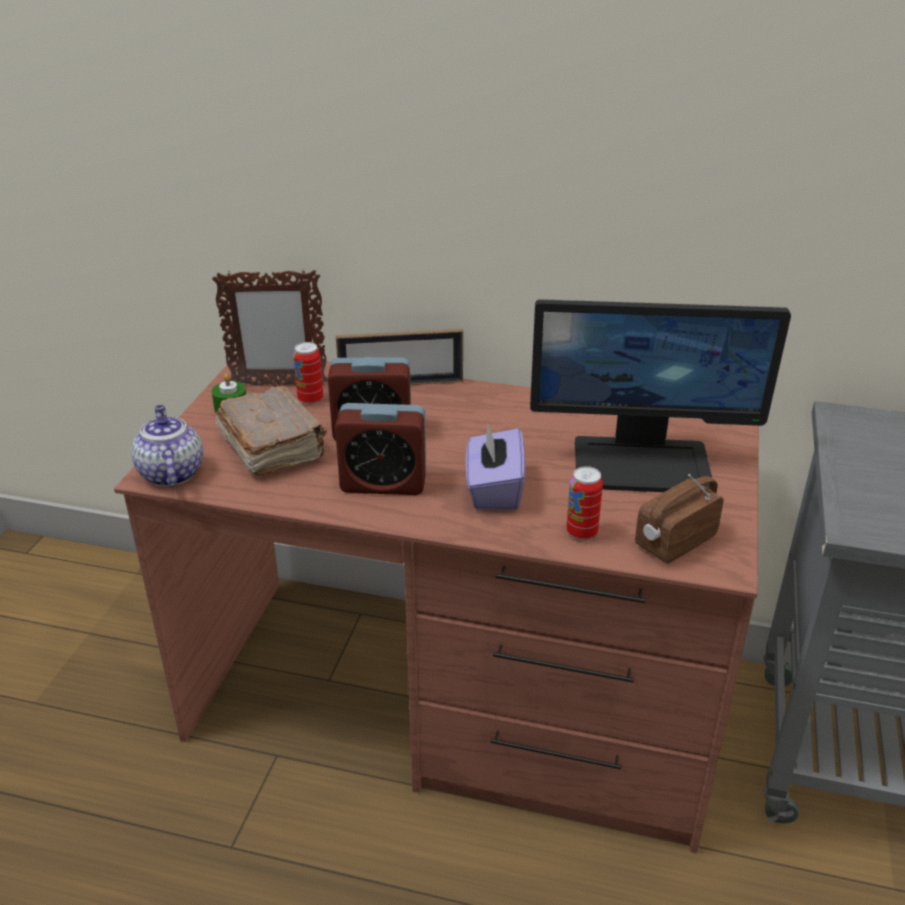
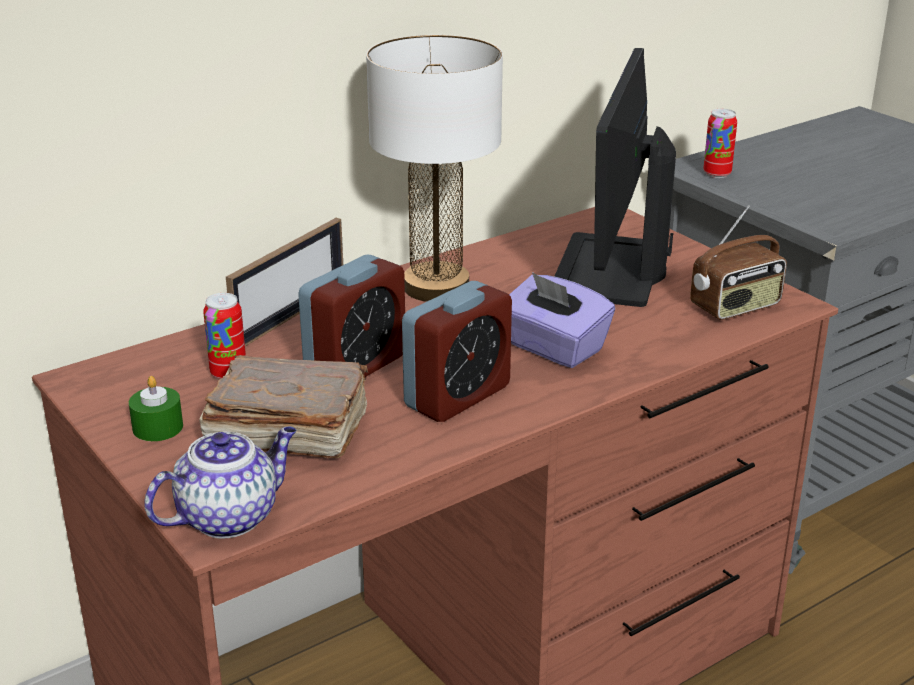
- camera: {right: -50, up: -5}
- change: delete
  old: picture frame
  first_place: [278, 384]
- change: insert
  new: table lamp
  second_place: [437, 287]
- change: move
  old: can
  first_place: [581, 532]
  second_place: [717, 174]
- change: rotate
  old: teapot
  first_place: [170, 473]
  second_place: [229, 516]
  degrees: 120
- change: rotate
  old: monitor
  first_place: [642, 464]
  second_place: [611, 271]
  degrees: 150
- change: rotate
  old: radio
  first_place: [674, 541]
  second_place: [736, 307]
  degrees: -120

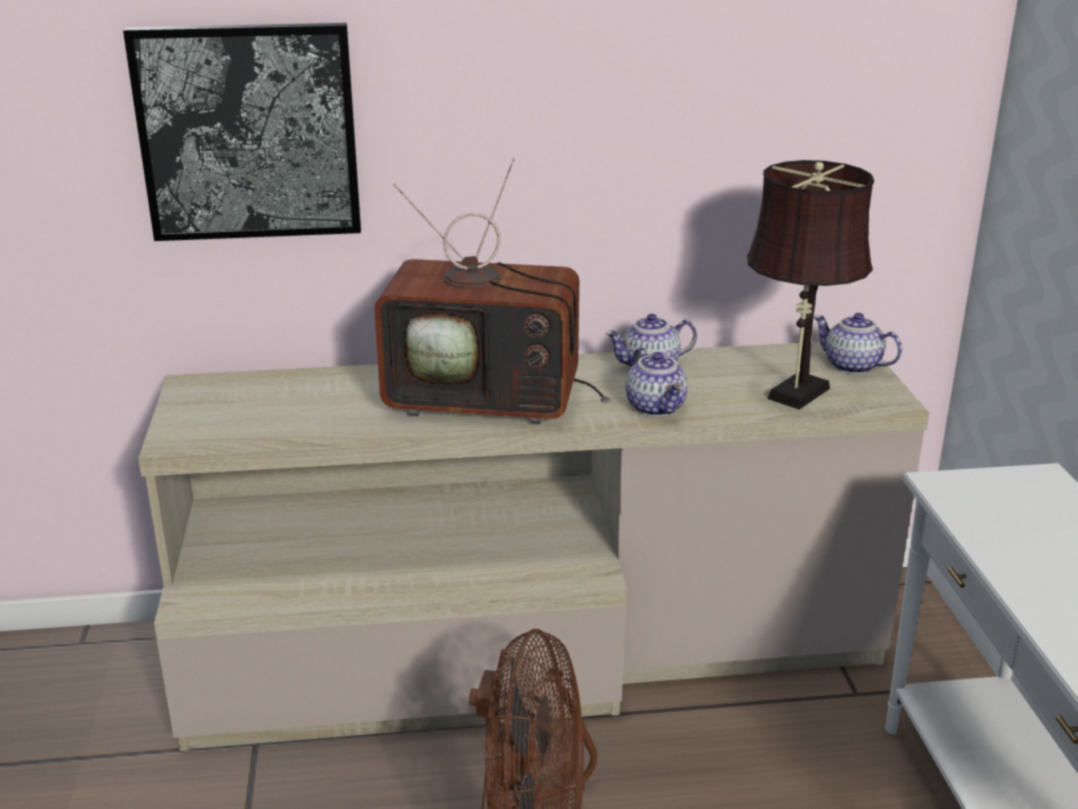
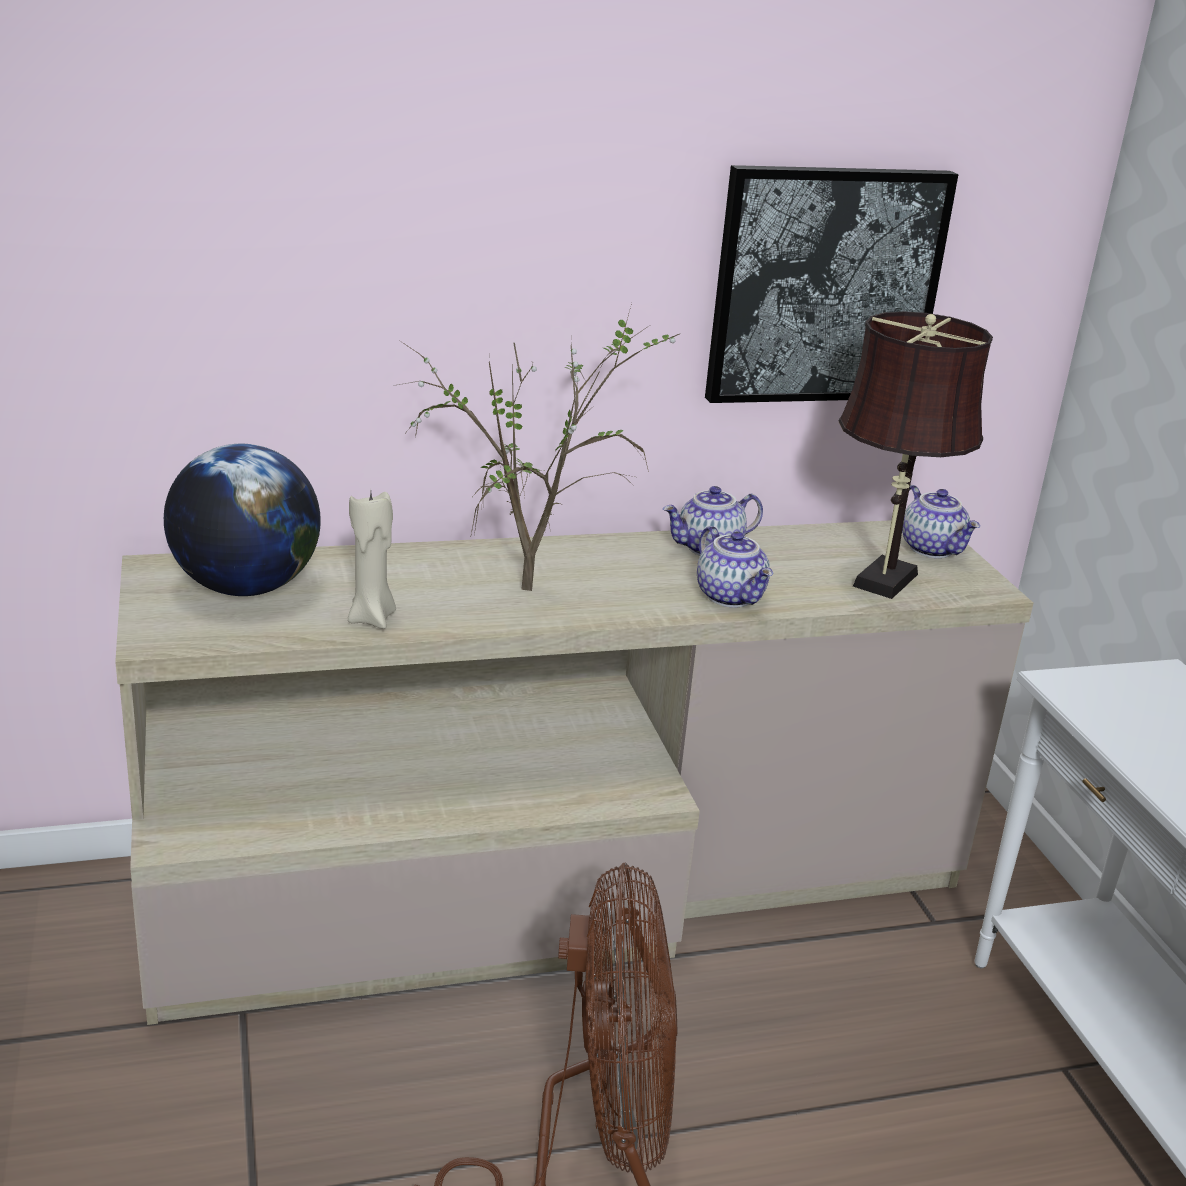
- camera: {right: -10, up: 0}
- change: insert
  new: globe
  second_place: [246, 588]
- change: insert
  new: beige candle
  second_place: [372, 618]
- change: move
  old: picture
  first_place: [248, 132]
  second_place: [825, 285]
- change: replace
  old: television
  new: potted plant
  first_place: [490, 398]
  second_place: [533, 585]
- change: rotate
  old: teapot
  first_place: [851, 366]
  second_place: [933, 549]
  degrees: -150

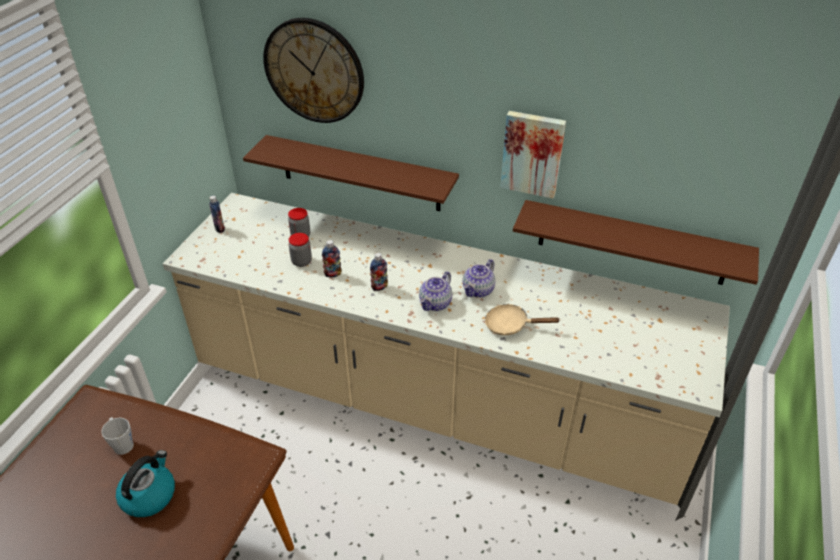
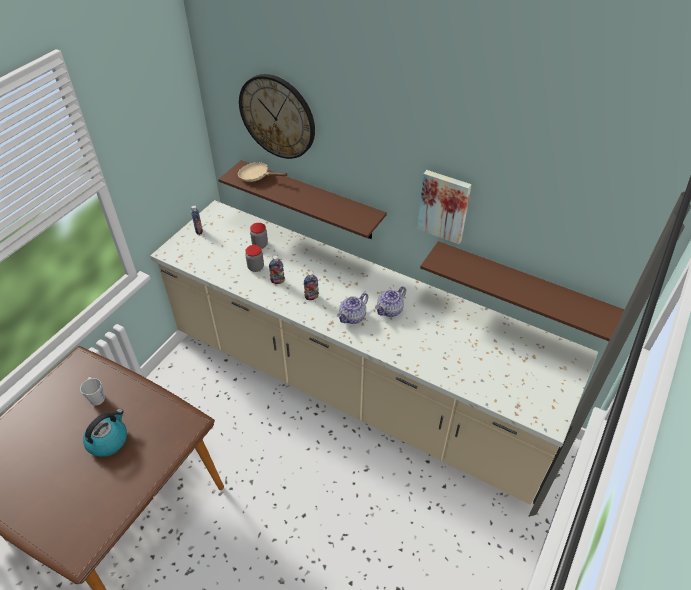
- camera: {right: 10, up: 5}
- change: move
  old: beige frying pan
  first_place: [511, 325]
  second_place: [257, 177]

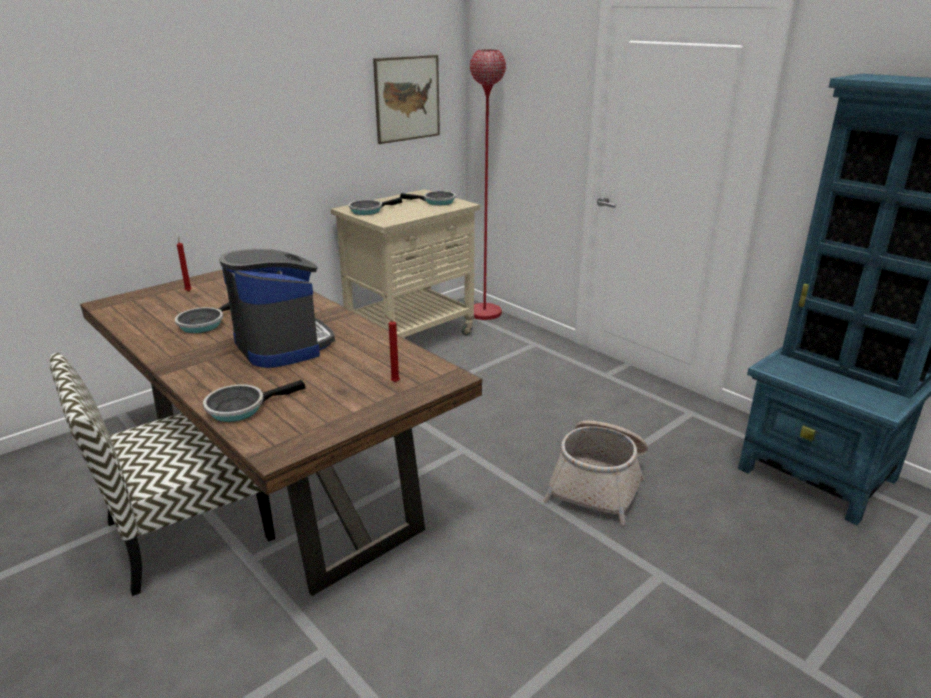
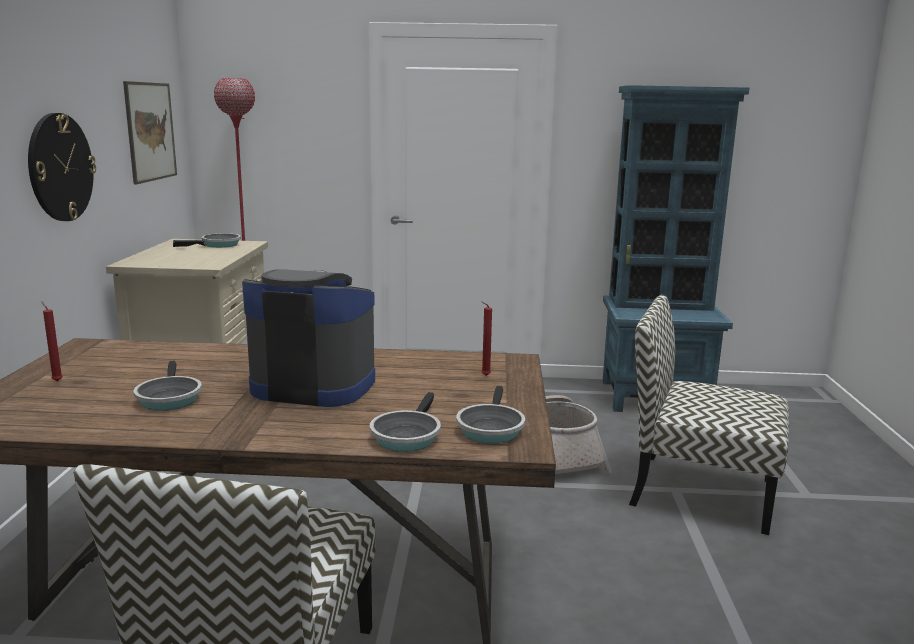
- camera: {right: -45, up: -10}
- change: insert
  new: wall clock
  second_place: [60, 167]
- change: insert
  new: chair
  second_place: [699, 491]
- change: move
  old: frying pan
  first_place: [368, 210]
  second_place: [490, 428]

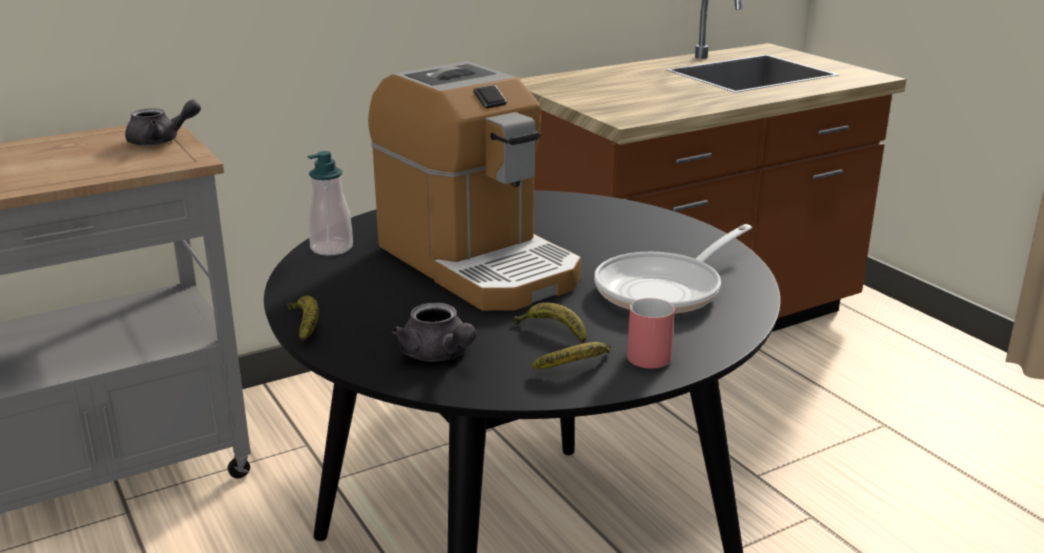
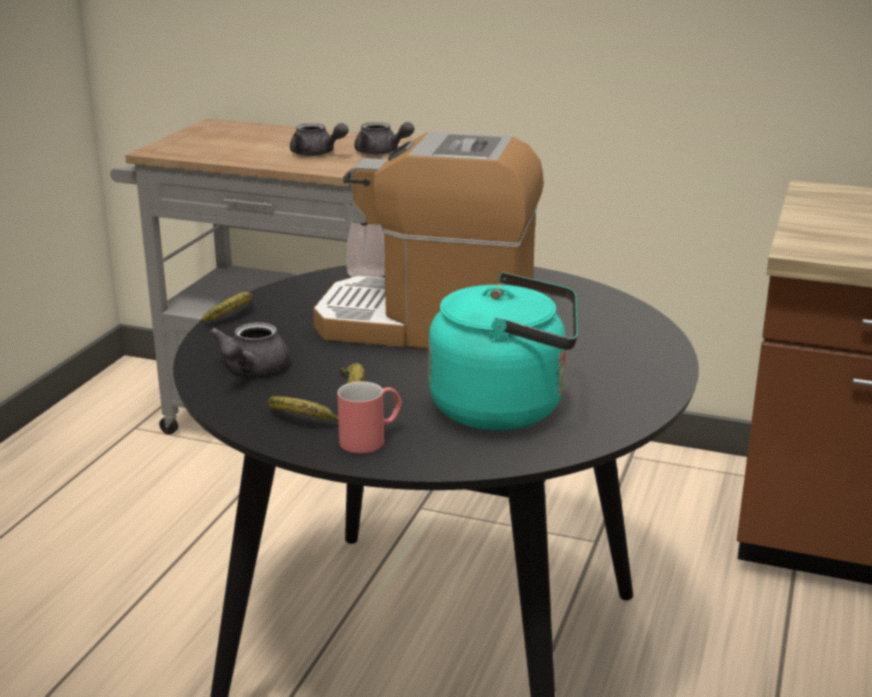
- camera: {right: 50, up: 0}
- change: insert
  new: grey teapot
  second_place: [317, 154]
- change: replace
  old: frying pan
  new: turquoise kettle
  first_place: [665, 290]
  second_place: [506, 408]
- change: rotate
  old: coffee machine
  first_place: [477, 263]
  second_place: [428, 324]
  degrees: 90

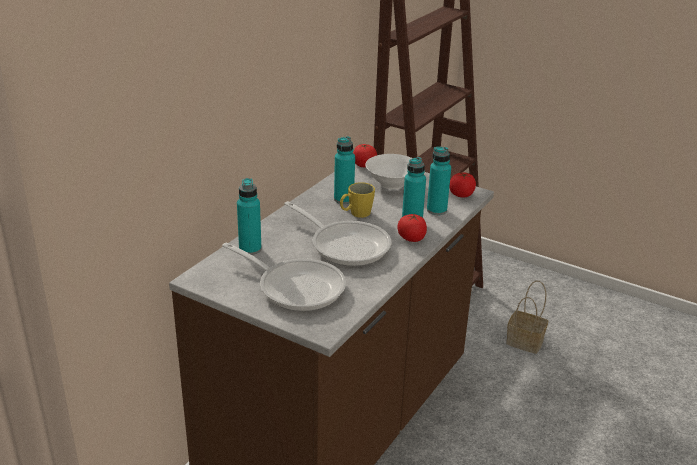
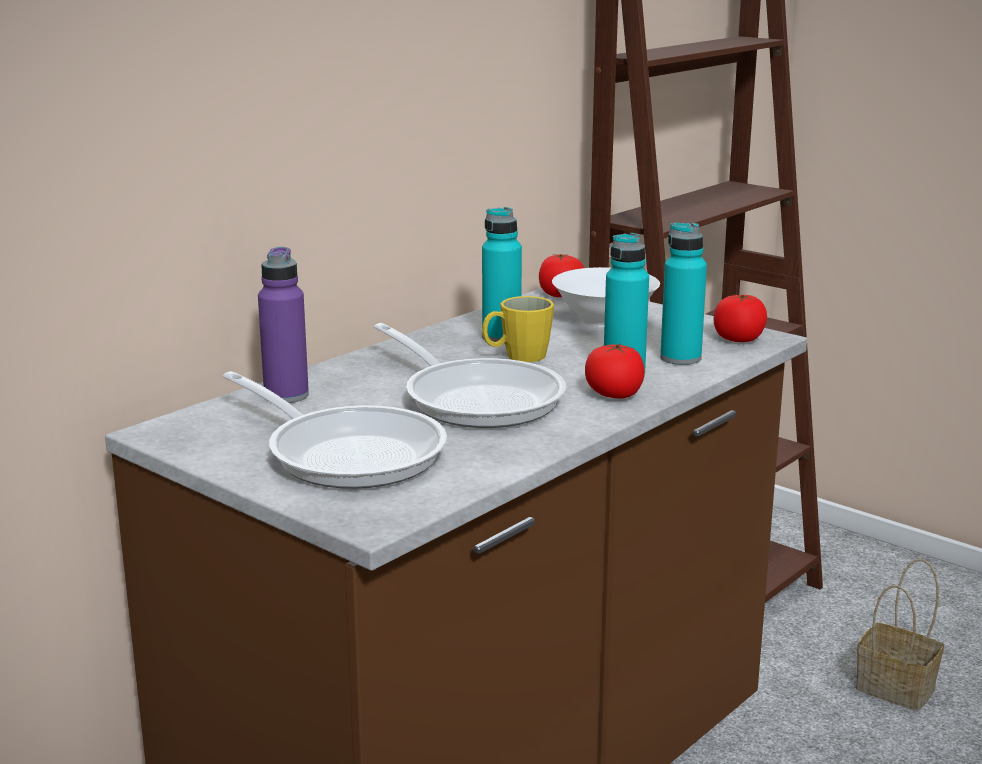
- camera: {right: 10, up: -10}
- change: recolor
  old: turquoise bottle
  new: purple bottle
  first_place: [250, 249]
  second_place: [286, 395]

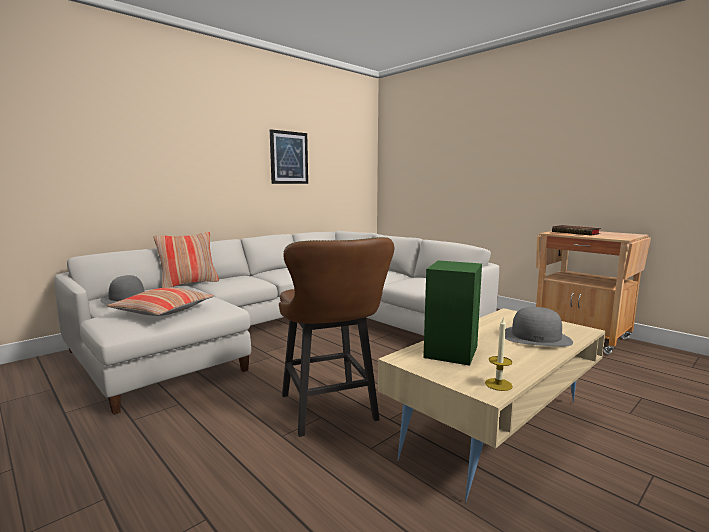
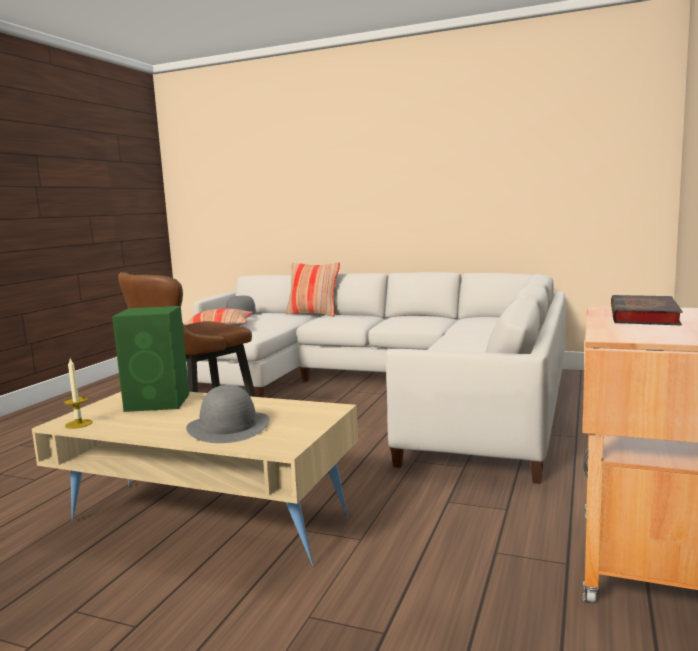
- camera: {right: 65, up: 0}
- change: delete
  old: picture
  first_place: [289, 157]

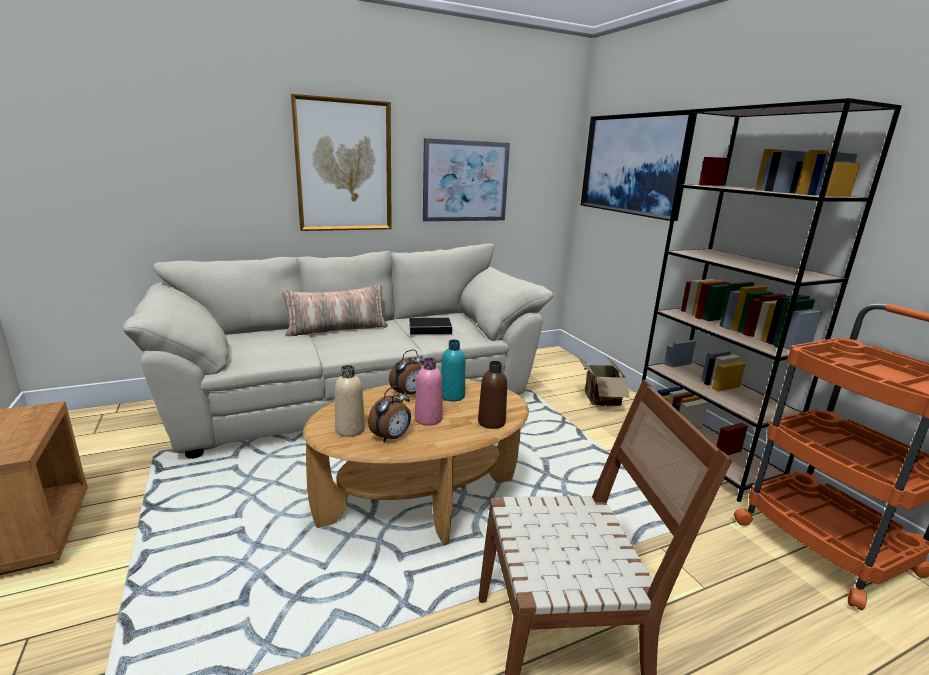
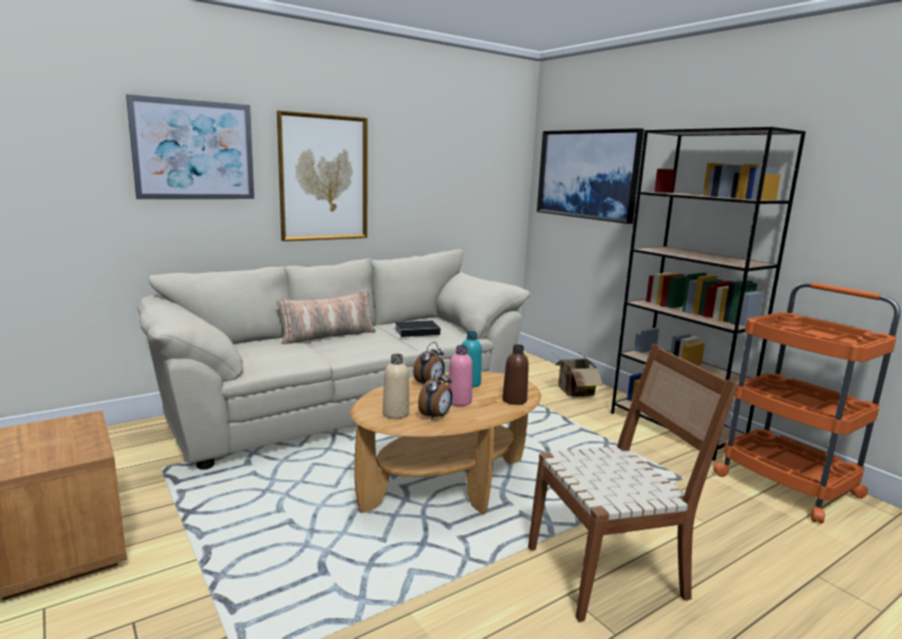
- camera: {right: -10, up: -5}
- change: move
  old: picture
  first_place: [465, 181]
  second_place: [194, 150]

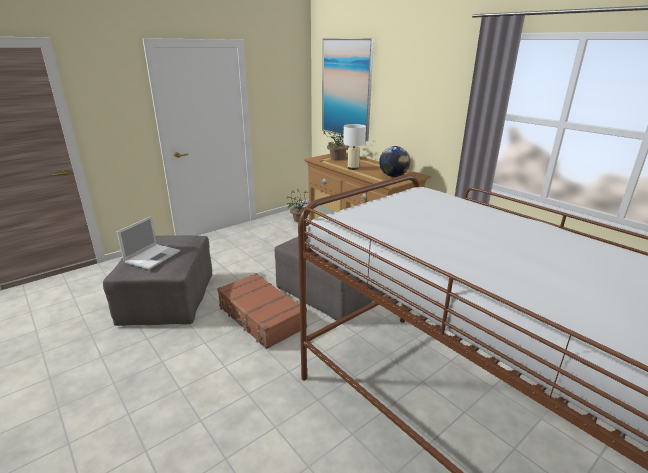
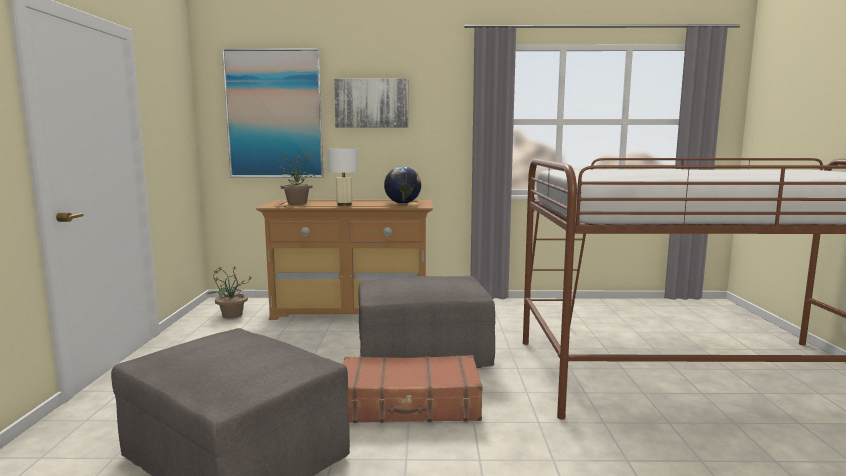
- camera: {right: -50, up: -15}
- change: delete
  old: laptop
  first_place: [153, 256]
- change: insert
  new: picture
  second_place: [371, 103]

